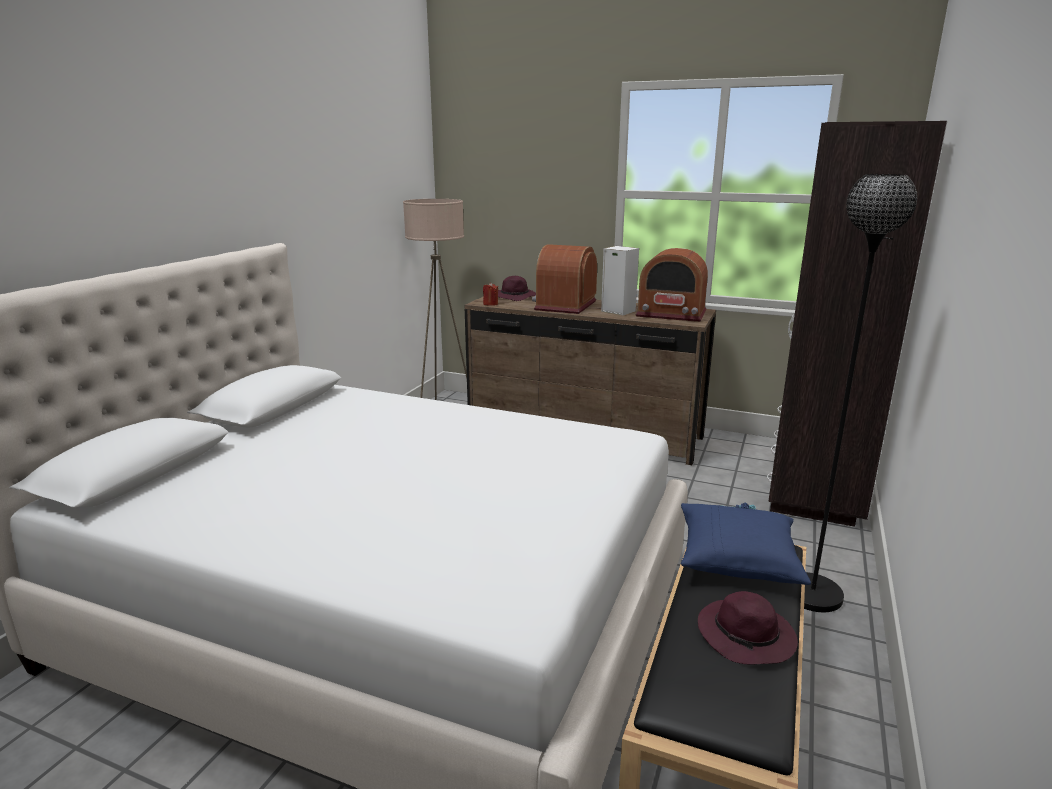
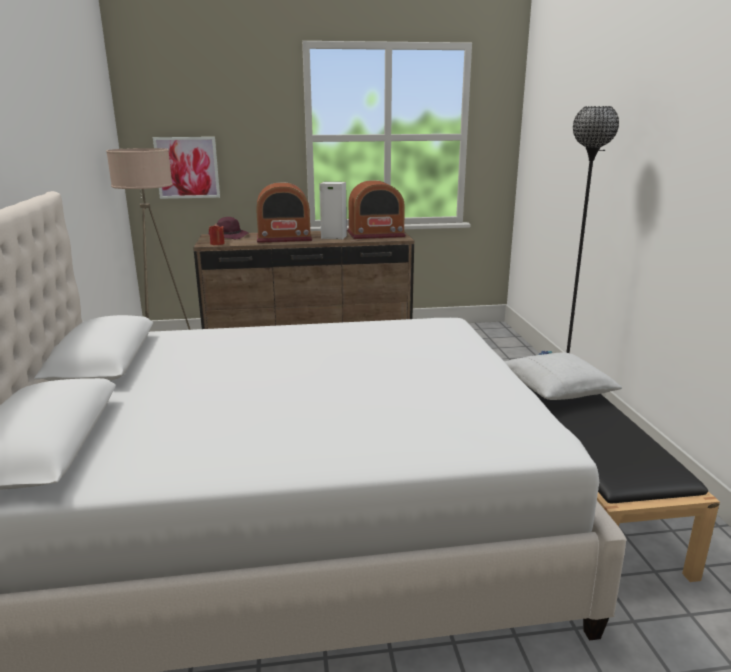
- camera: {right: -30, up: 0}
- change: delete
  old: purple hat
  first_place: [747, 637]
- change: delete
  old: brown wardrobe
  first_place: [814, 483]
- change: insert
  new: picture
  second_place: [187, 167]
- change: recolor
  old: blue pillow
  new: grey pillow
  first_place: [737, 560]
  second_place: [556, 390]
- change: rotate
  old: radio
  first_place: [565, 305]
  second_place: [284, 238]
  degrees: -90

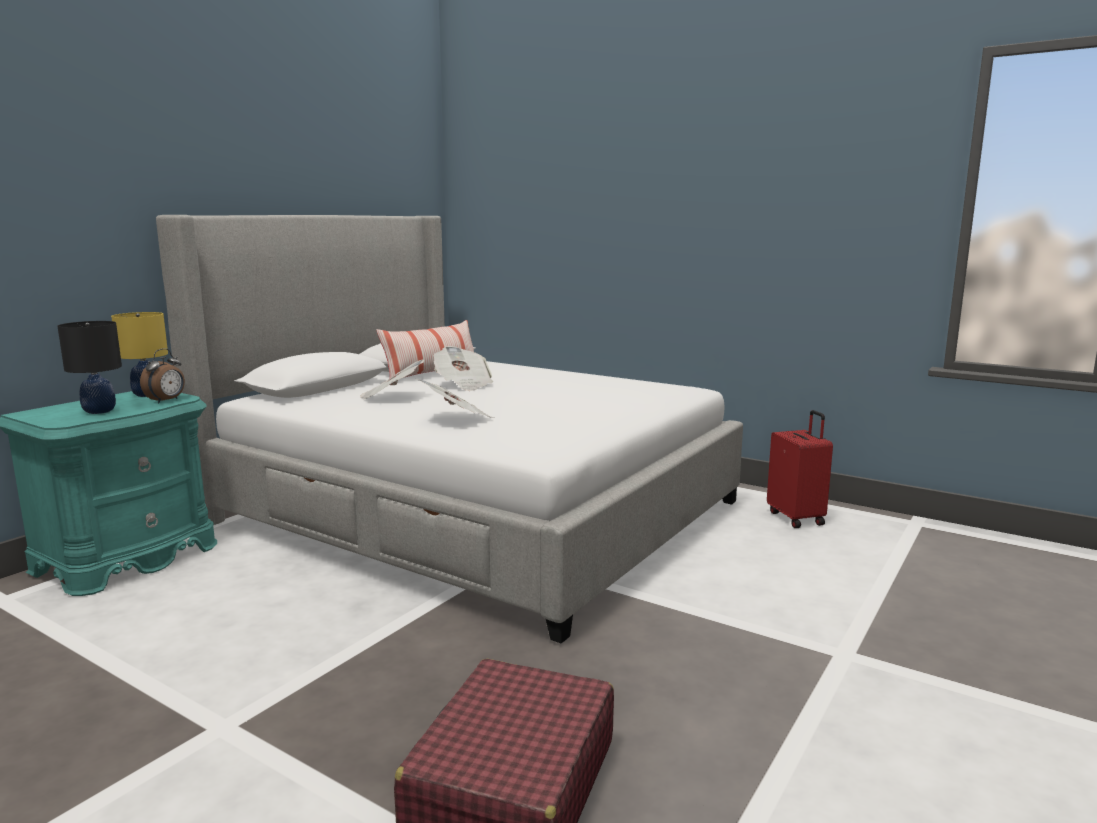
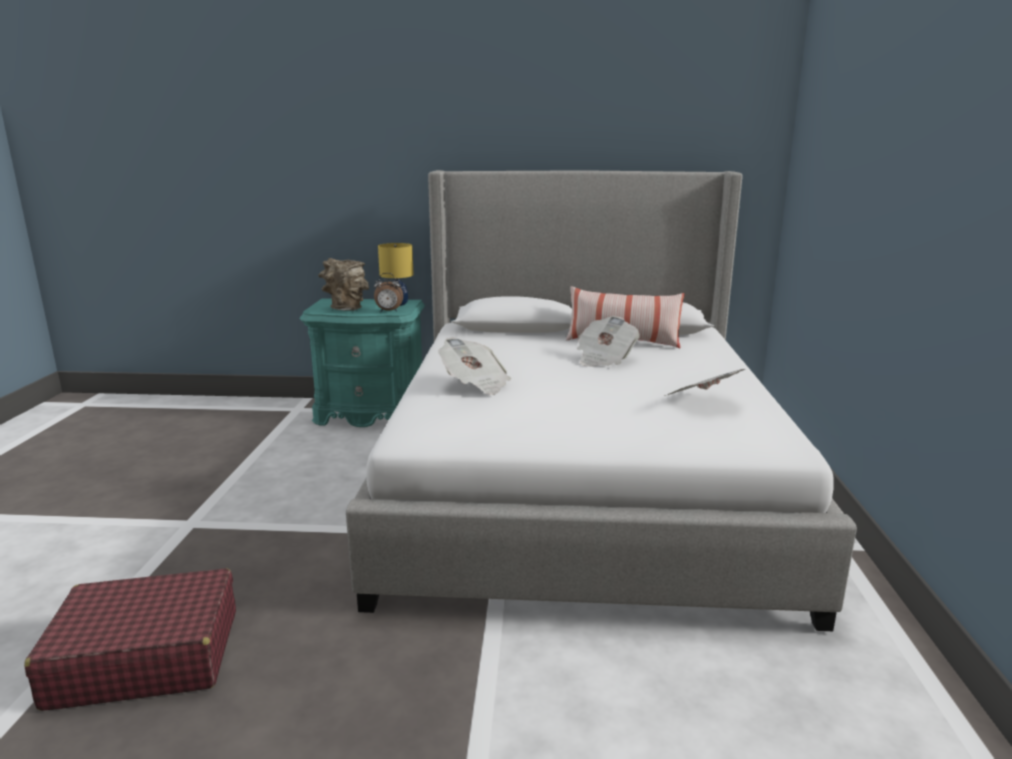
- camera: {right: 60, up: 5}
- change: delete
  old: red suitcase
  first_place: [797, 518]
- change: move
  old: newspaper
  first_place: [391, 397]
  second_place: [701, 402]
- change: replace
  old: black table lamp
  new: brown vase
  first_place: [98, 412]
  second_place: [345, 309]

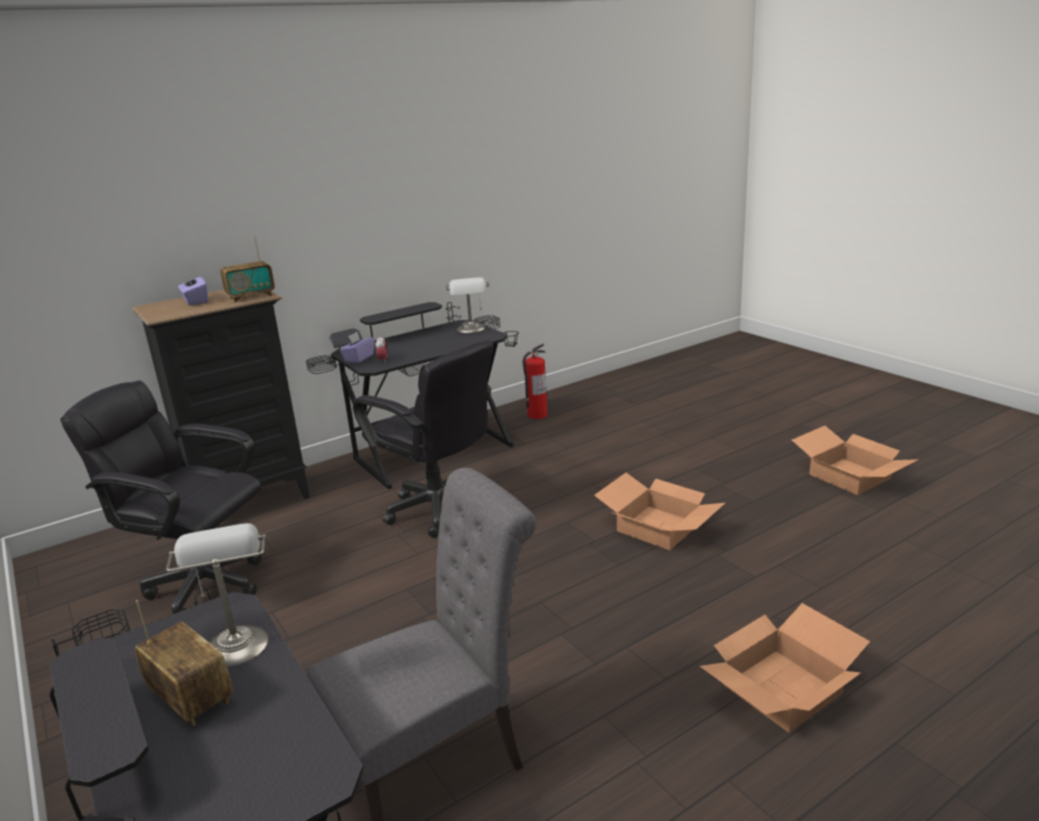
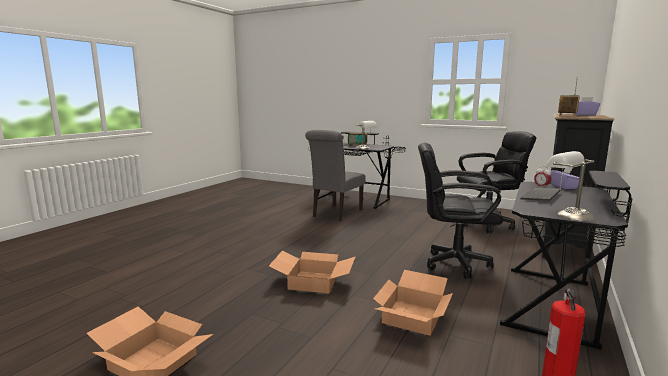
- camera: {right: 150, up: -10}
- change: insert
  new: keyboard
  second_place: [542, 196]
- change: move
  old: cardboard box
  first_place: [782, 691]
  second_place: [411, 316]

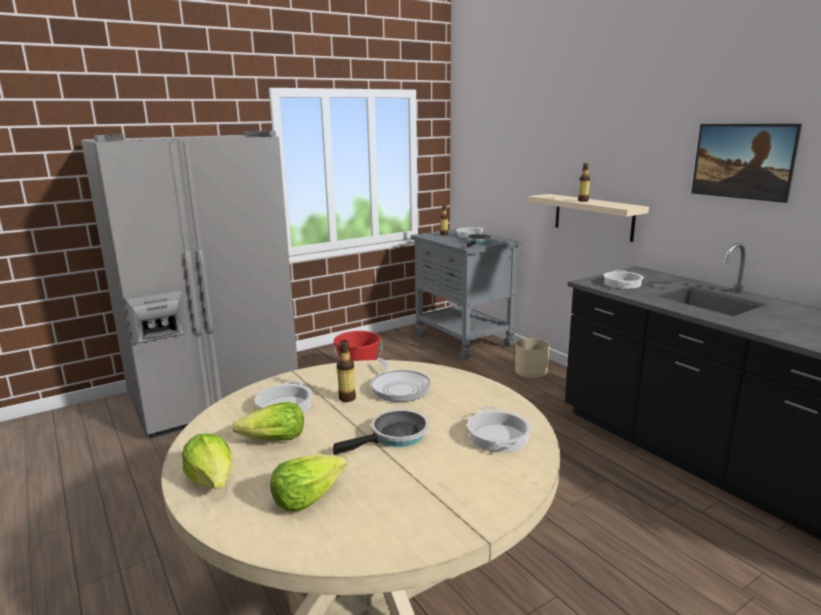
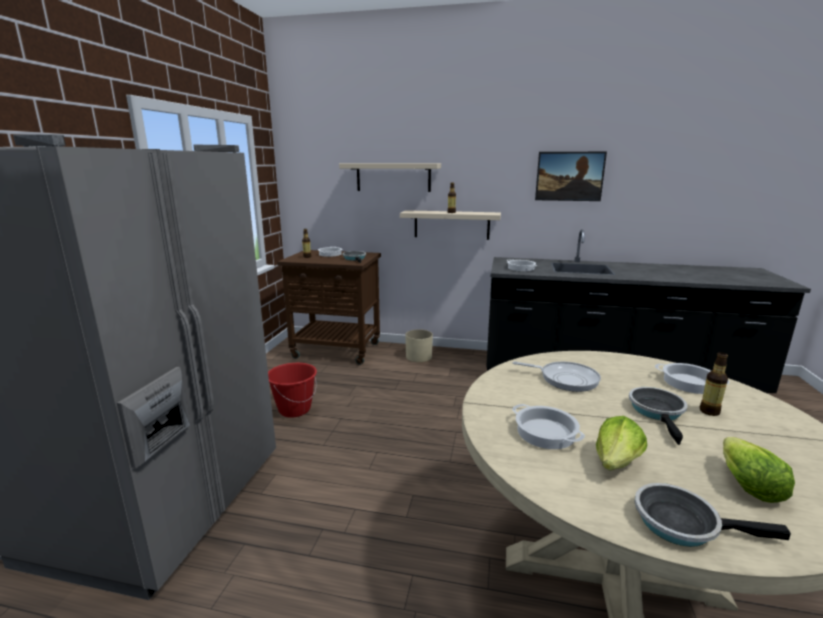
- camera: {right: -45, up: 0}
- change: insert
  new: beige shelf
  second_place: [393, 177]
- change: move
  old: bottle
  first_place: [347, 398]
  second_place: [709, 411]
- change: replace
  old: lettuce
  new: frying pan
  first_place: [212, 480]
  second_place: [682, 523]
- change: recolor
  old: grey cart
  new: brown cart
  first_place: [463, 342]
  second_place: [337, 351]

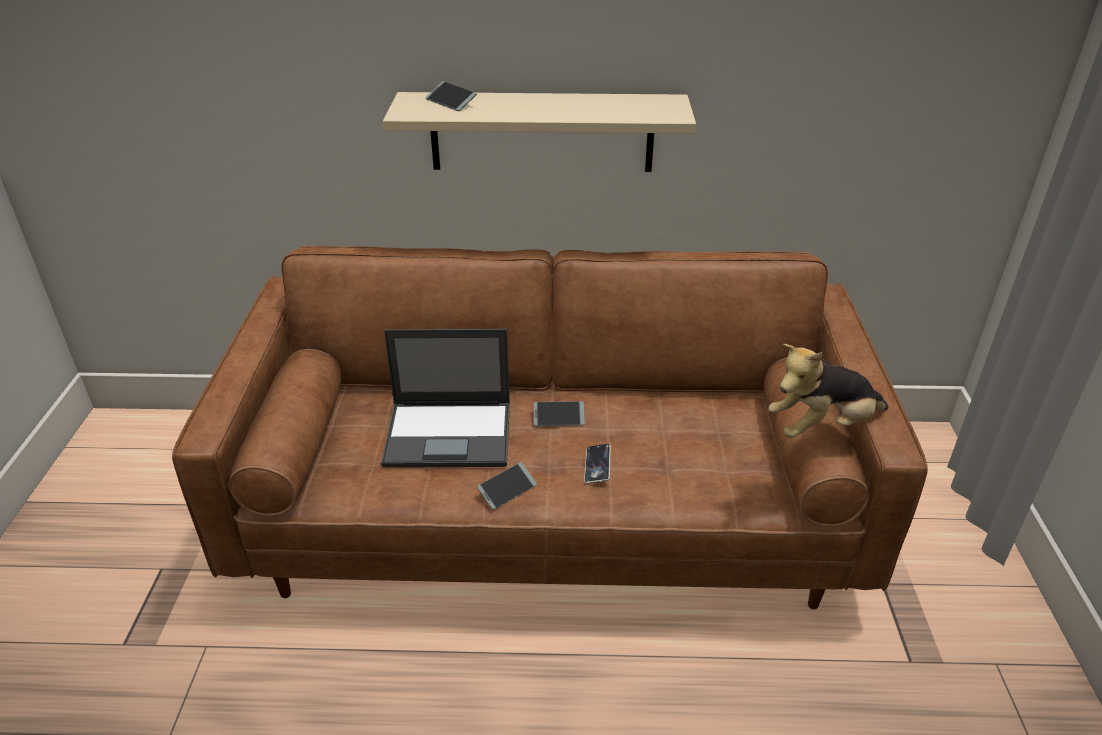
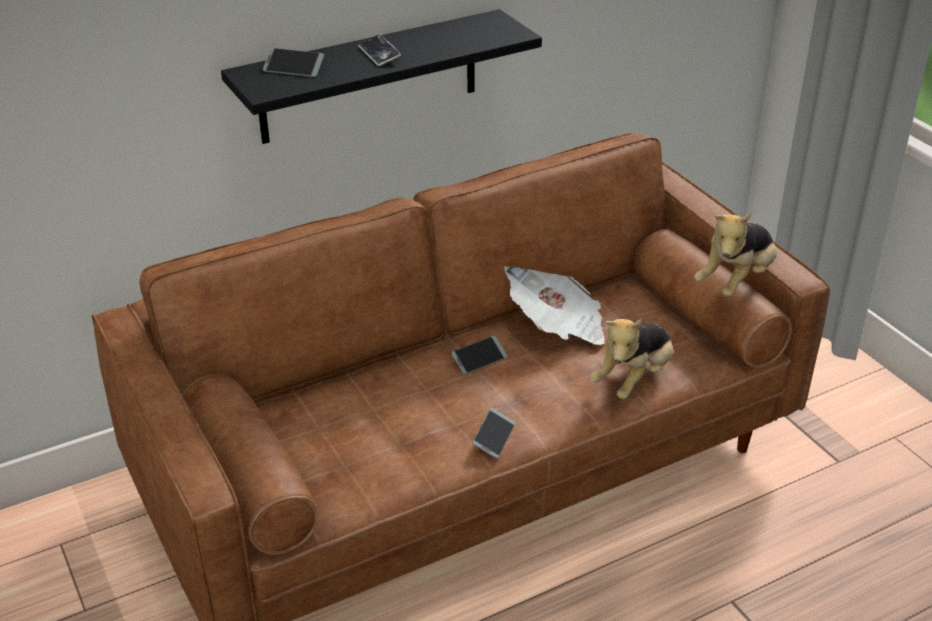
- camera: {right: -30, up: 0}
- change: delete
  old: laptop
  first_place: [450, 434]
- change: insert
  new: newspaper
  second_place: [556, 325]
- change: insert
  new: plush toy
  second_place: [634, 379]
- change: move
  old: phone
  first_place: [597, 466]
  second_place: [379, 54]
- change: recolor
  old: beige shelf
  new: black shelf
  first_place: [542, 132]
  second_place: [369, 77]

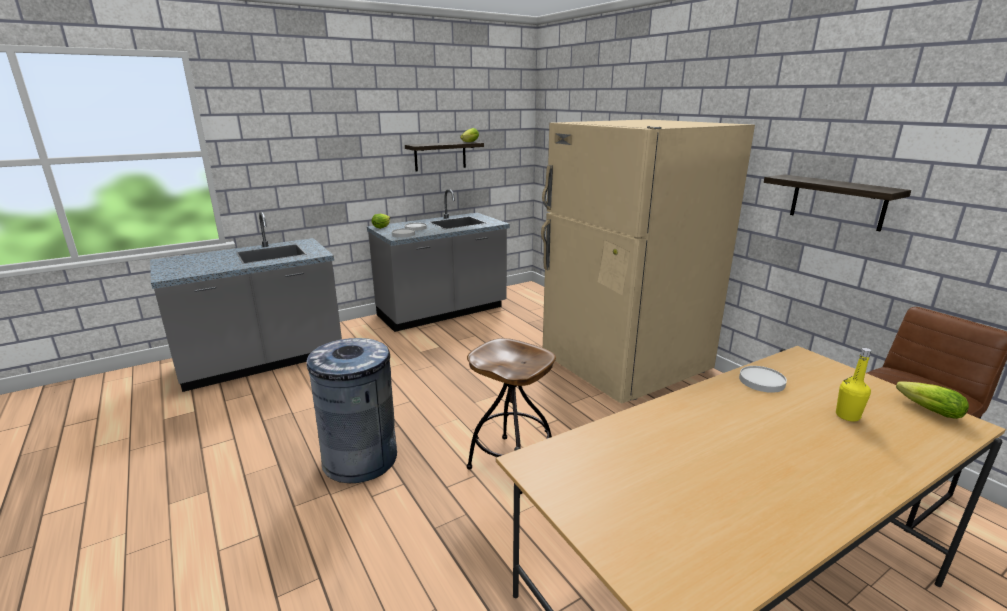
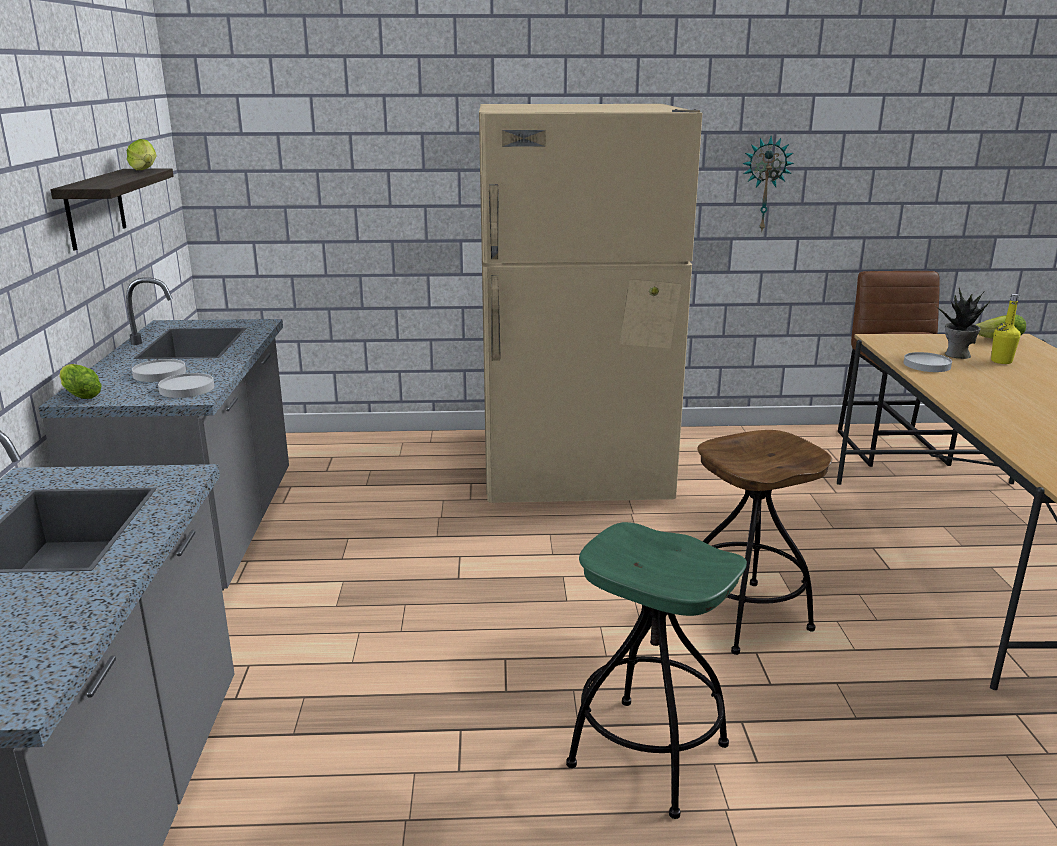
- camera: {right: -60, up: 0}
- change: insert
  new: potted plant
  second_place: [957, 355]
- change: replace
  old: grey trash can
  new: green stool
  first_place: [360, 459]
  second_place: [647, 753]
- change: replace
  old: shelf
  new: wall clock
  first_place: [837, 202]
  second_place: [765, 184]

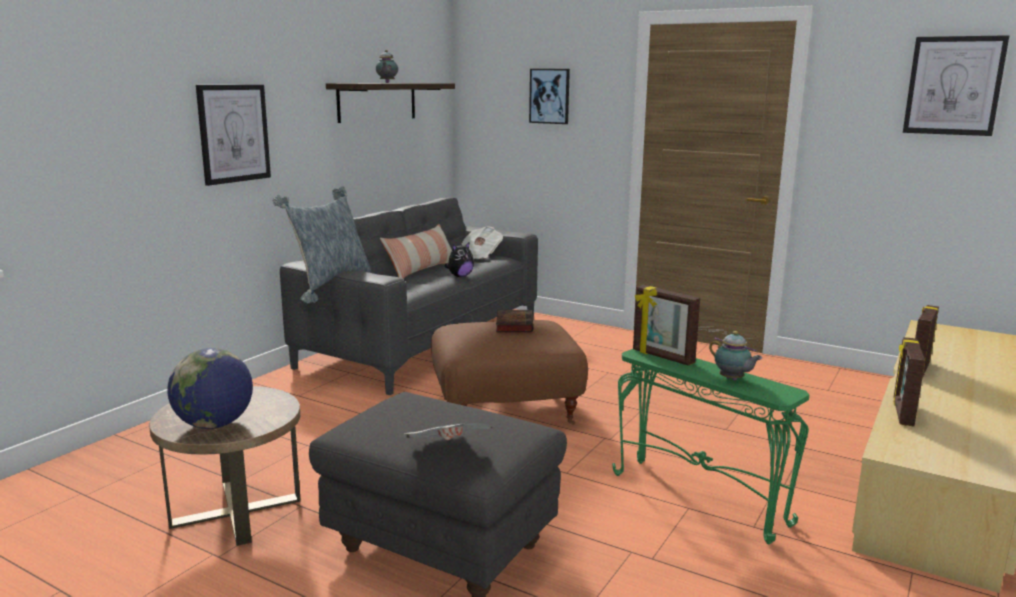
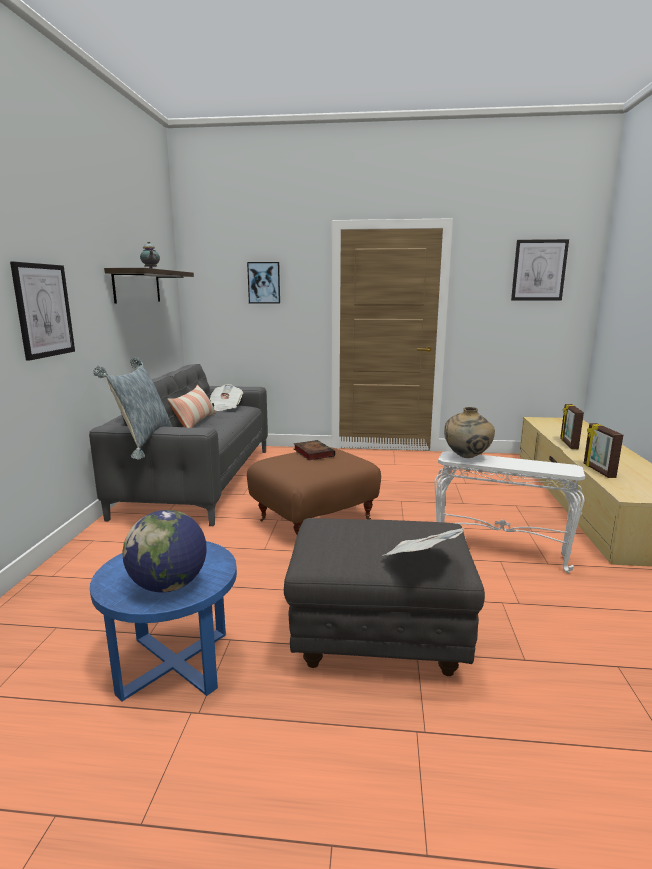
- camera: {right: -25, up: 0}
- change: delete
  old: plush toy
  first_place: [460, 276]
- change: delete
  old: teapot
  first_place: [732, 379]
- change: replace
  old: picture frame
  new: beige vase
  first_place: [662, 357]
  second_place: [467, 458]
- change: recolor
  old: brown side table
  new: blue side table
  first_place: [236, 511]
  second_place: [174, 662]
- change: recolor
  old: green side table
  new: white side table
  first_place: [698, 499]
  second_place: [499, 554]

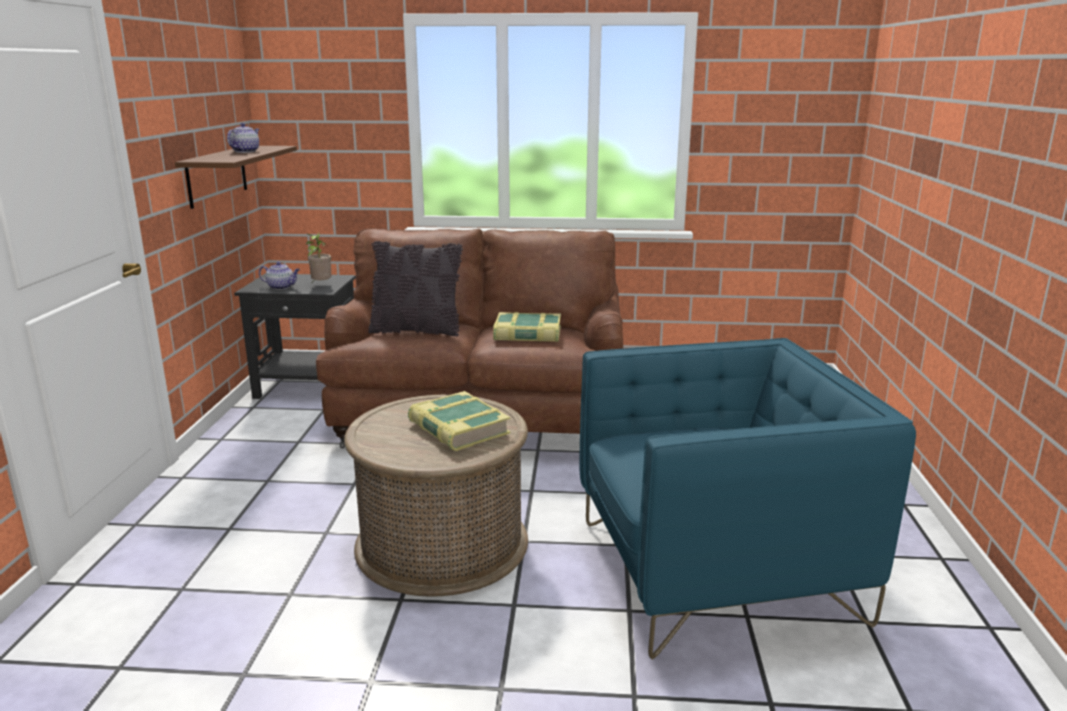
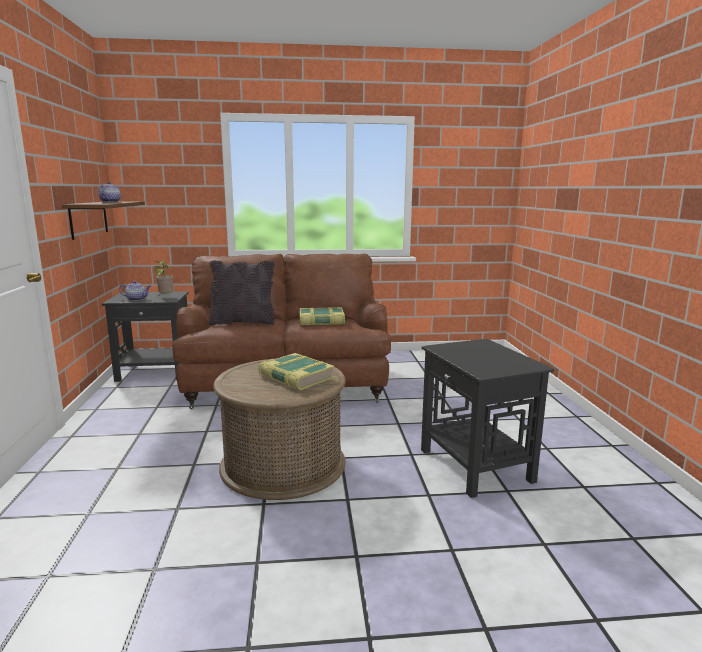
- camera: {right: -10, up: -5}
- change: replace
  old: blue armchair
  new: black side table
  first_place: [714, 572]
  second_place: [476, 466]

